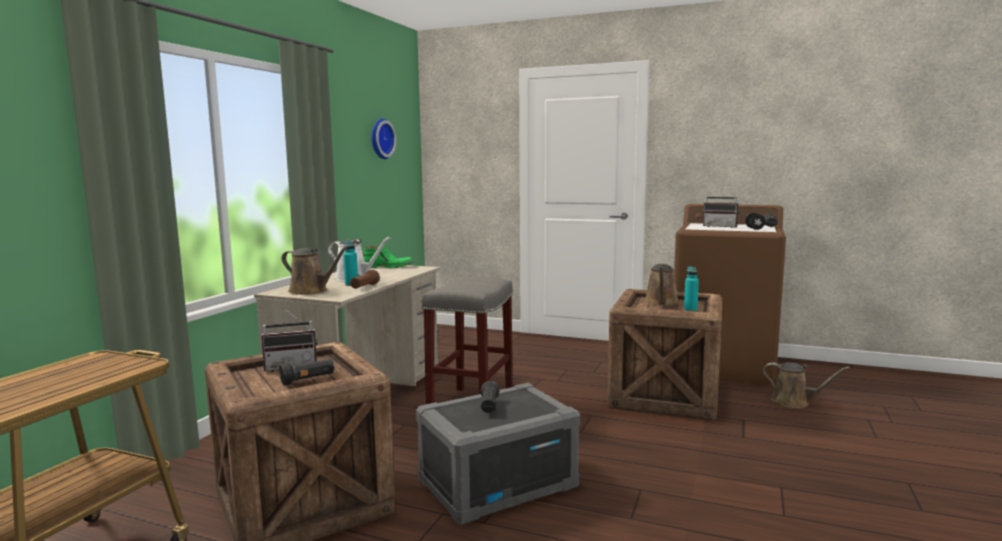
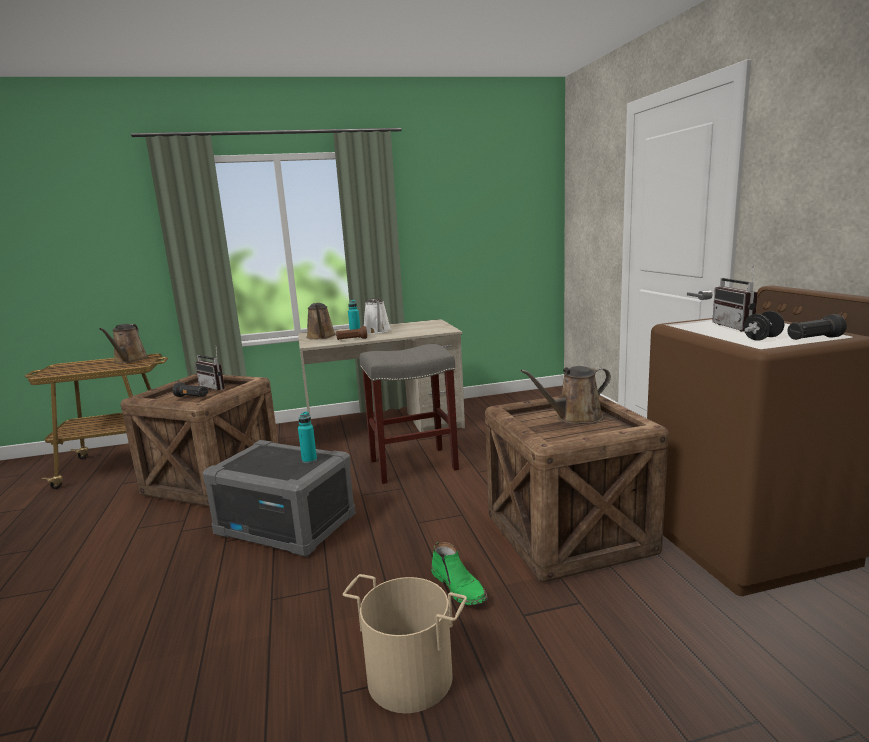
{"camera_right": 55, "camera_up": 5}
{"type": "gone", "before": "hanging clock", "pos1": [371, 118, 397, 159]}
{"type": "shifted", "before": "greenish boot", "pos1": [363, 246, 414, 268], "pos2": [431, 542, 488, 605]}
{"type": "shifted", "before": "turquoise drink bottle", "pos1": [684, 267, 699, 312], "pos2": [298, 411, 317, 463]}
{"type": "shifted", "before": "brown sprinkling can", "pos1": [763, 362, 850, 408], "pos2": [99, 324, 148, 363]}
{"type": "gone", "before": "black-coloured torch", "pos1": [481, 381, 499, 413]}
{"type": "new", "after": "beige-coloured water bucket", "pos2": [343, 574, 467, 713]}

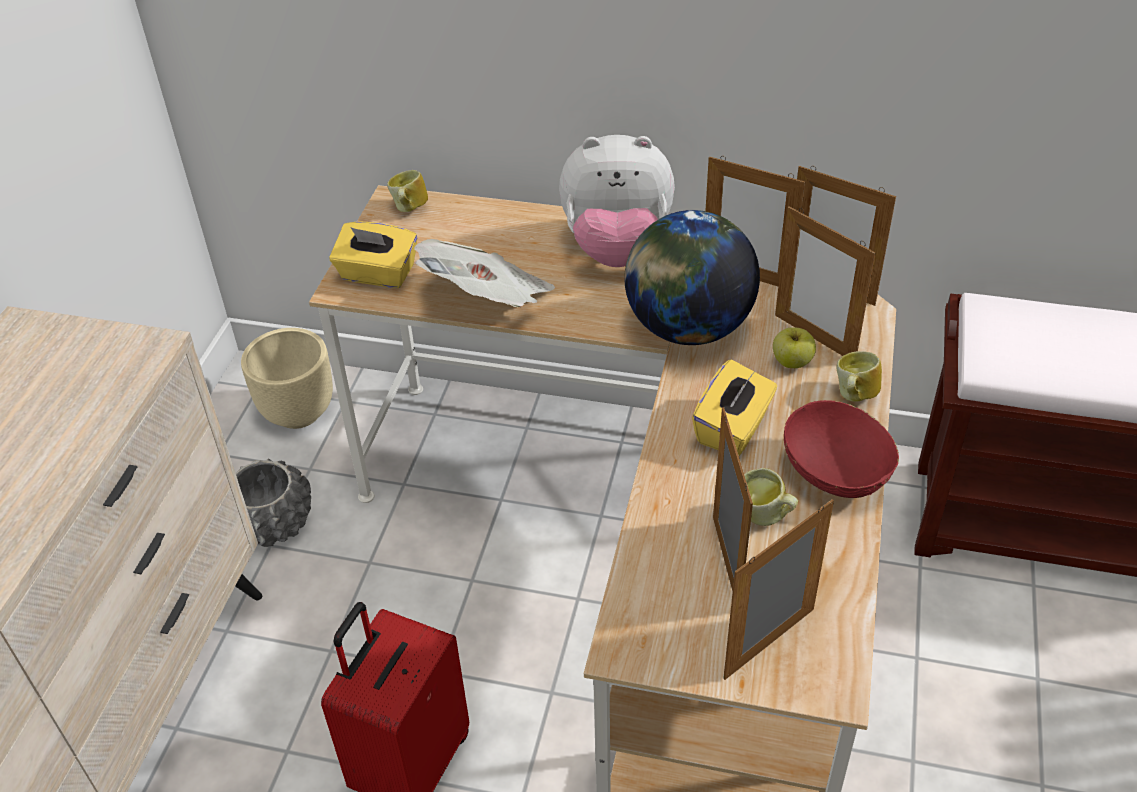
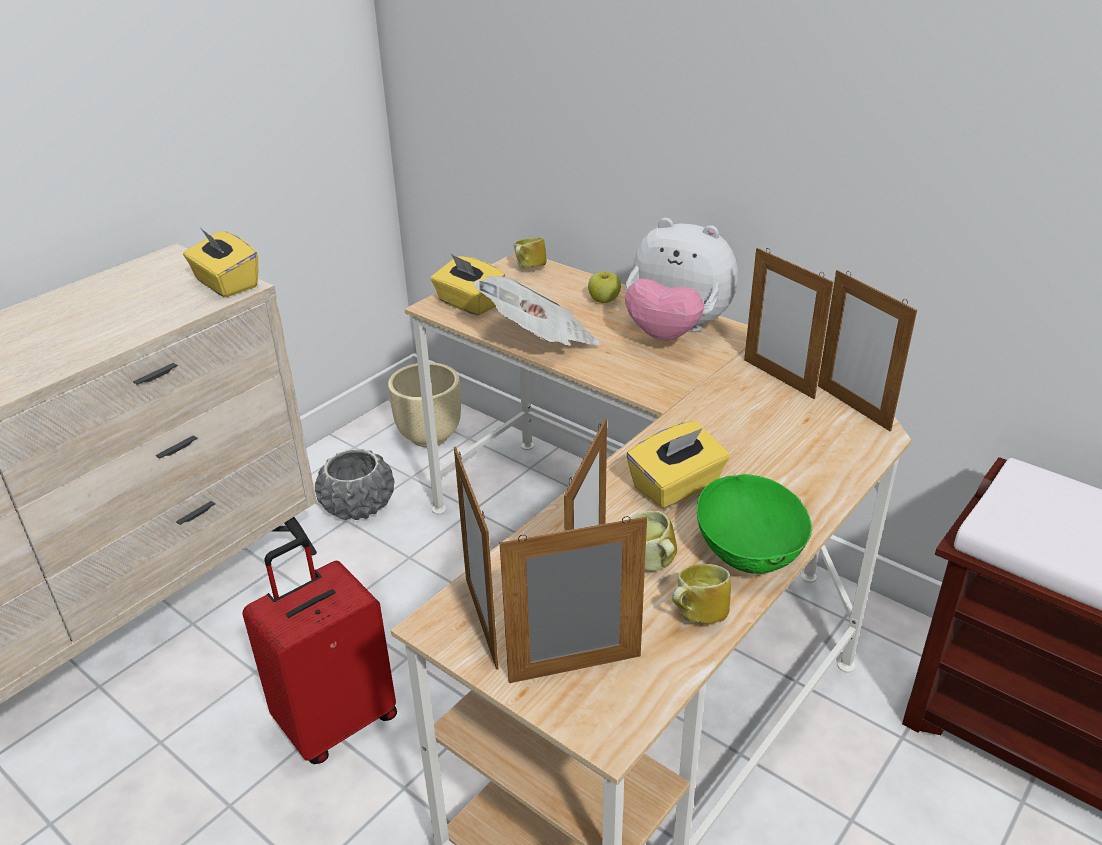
{"camera_right": 25, "camera_up": -10}
{"type": "shifted", "before": "photo frame", "pos1": [775, 206, 876, 356], "pos2": [454, 447, 498, 670]}
{"type": "gone", "before": "desk globe", "pos1": [624, 210, 760, 345]}
{"type": "shifted", "before": "apple fruit", "pos1": [773, 327, 816, 368], "pos2": [588, 271, 621, 303]}
{"type": "shifted", "before": "coffee mug", "pos1": [836, 351, 882, 402], "pos2": [672, 564, 731, 623]}
{"type": "repainted", "before": "reddish serving bowl", "after": "greenish serving bowl", "pos1": [784, 400, 899, 498], "pos2": [697, 474, 813, 574]}
{"type": "new", "after": "yellow tissue box", "pos2": [183, 230, 258, 297]}

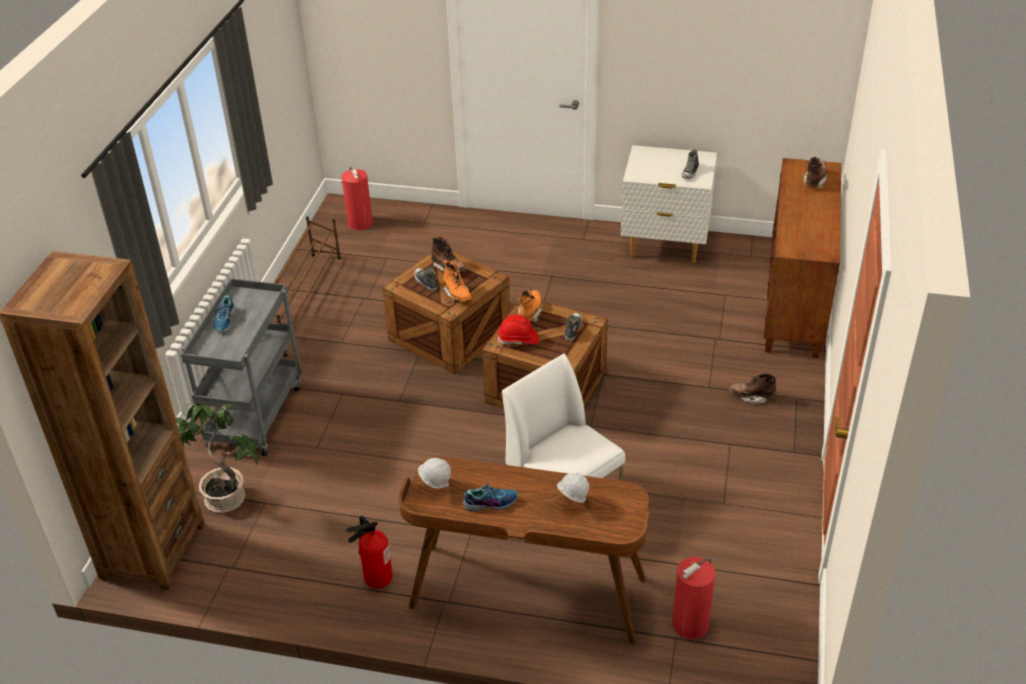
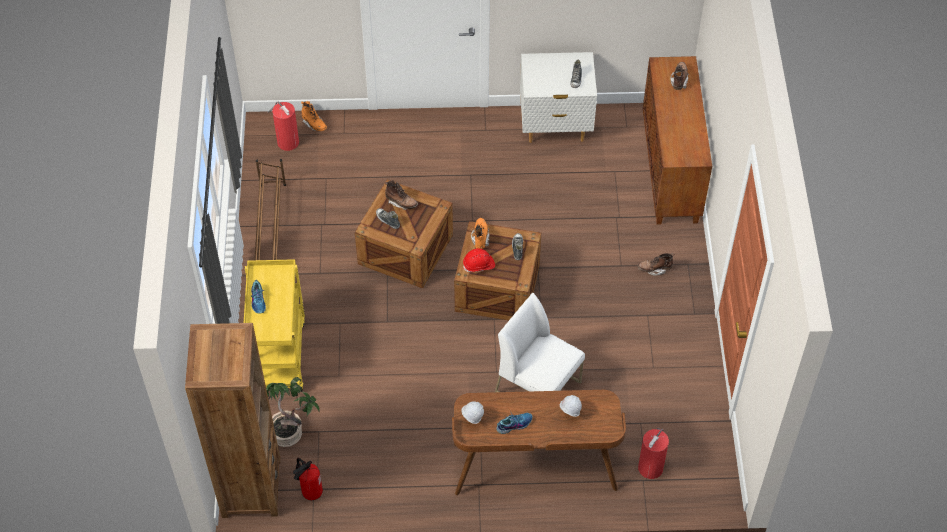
{"camera_right": -15, "camera_up": 15}
{"type": "shifted", "before": "orange-coloured boot", "pos1": [442, 260, 472, 301], "pos2": [301, 101, 327, 131]}
{"type": "repainted", "before": "greyish wheeled cart", "after": "yellow wheeled cart", "pos1": [181, 278, 301, 456], "pos2": [244, 259, 305, 392]}
{"type": "shifted", "before": "fire-fighting cylinder", "pos1": [347, 516, 393, 588], "pos2": [293, 458, 323, 500]}

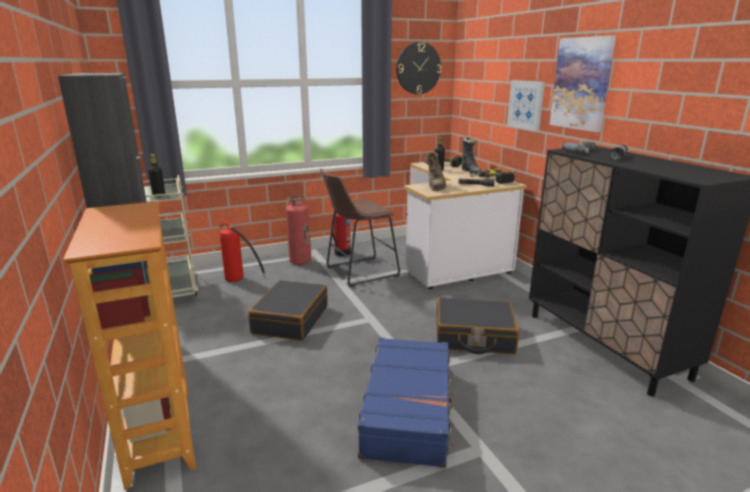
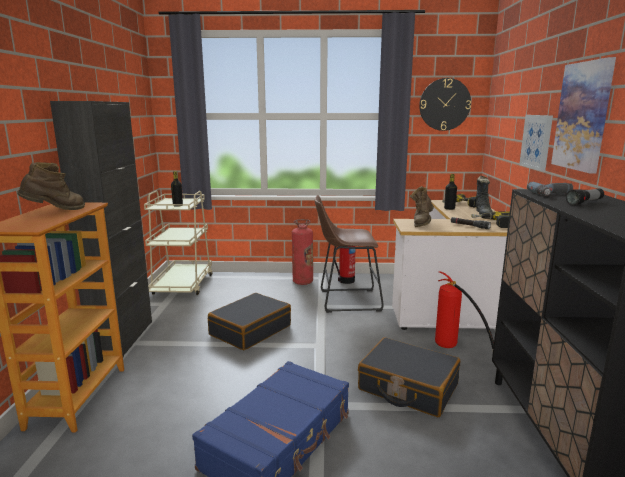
{"camera_right": 25, "camera_up": -5}
{"type": "shifted", "before": "fire-fighting cylinder", "pos1": [218, 219, 267, 282], "pos2": [435, 271, 494, 351]}
{"type": "new", "after": "brown boot", "pos2": [17, 162, 85, 210]}

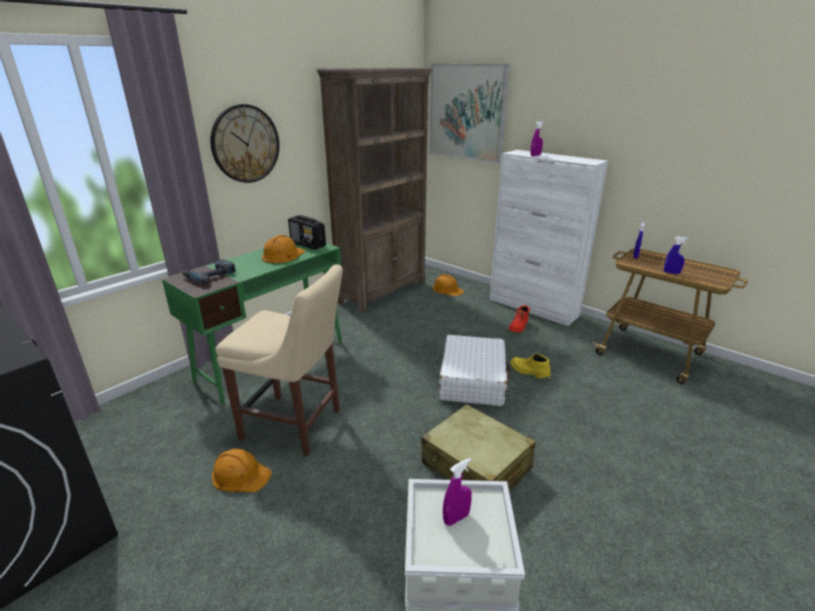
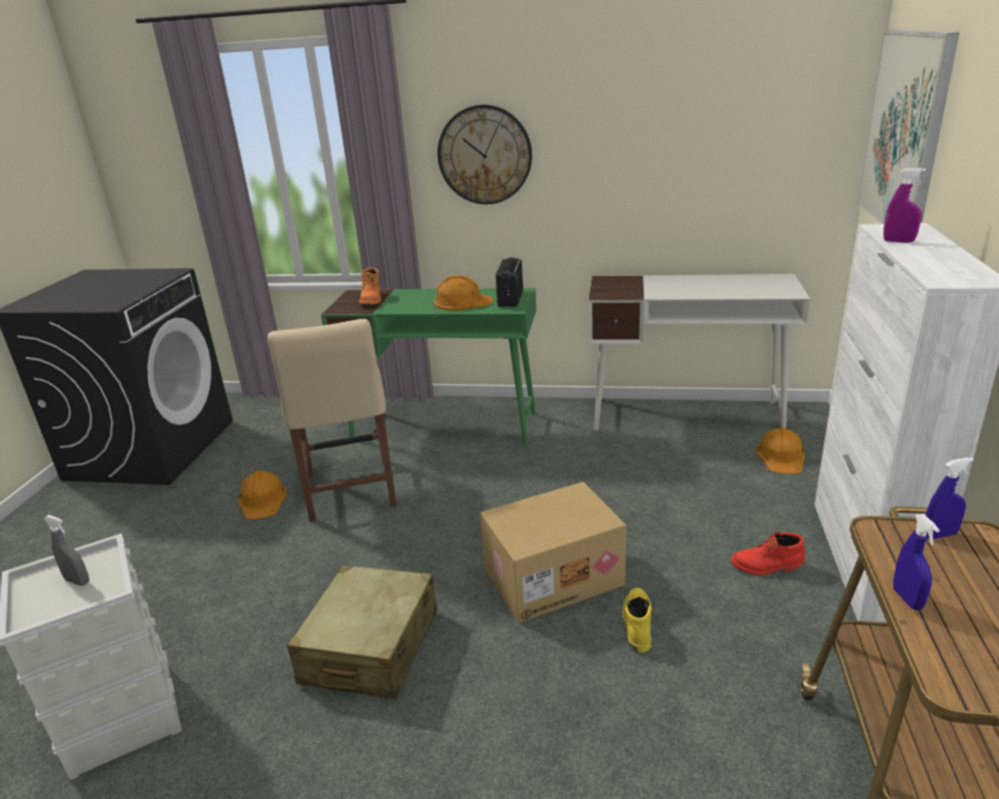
{"camera_right": 60, "camera_up": 0}
{"type": "swapped", "before": "brown bookcase", "after": "white desk", "pos1": [317, 68, 433, 314], "pos2": [588, 274, 810, 430]}
{"type": "swapped", "before": "drill", "after": "orange-coloured boot", "pos1": [182, 259, 236, 284], "pos2": [359, 267, 381, 304]}
{"type": "swapped", "before": "white travel case", "after": "carton", "pos1": [439, 335, 510, 406], "pos2": [480, 482, 626, 623]}
{"type": "repainted", "before": "purple-coloured spray bottle", "after": "greyish spray bottle", "pos1": [443, 458, 472, 526], "pos2": [44, 515, 89, 586]}

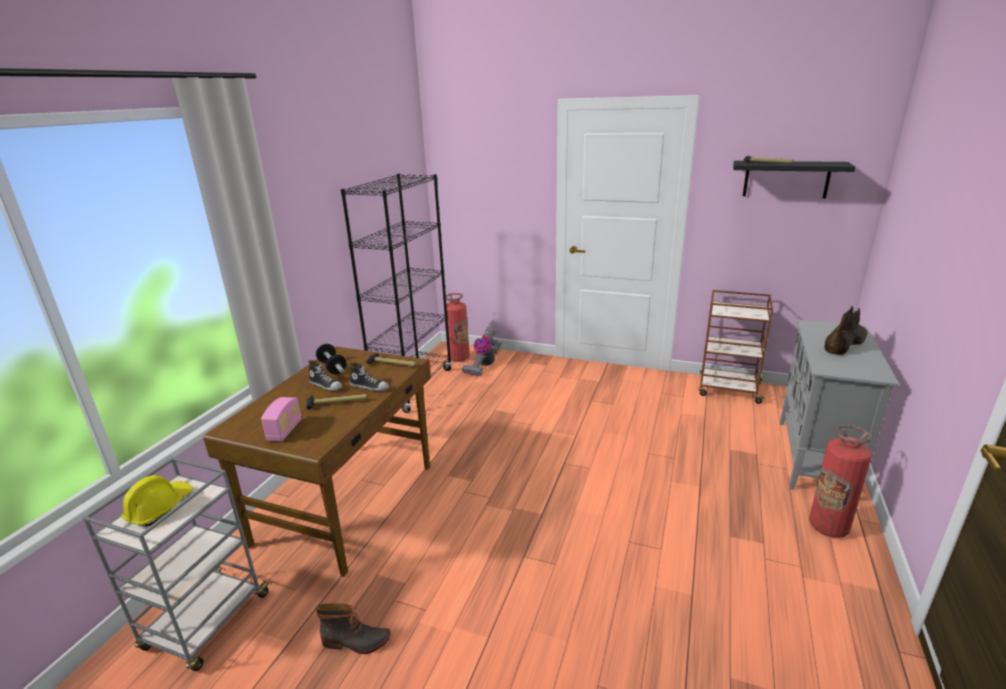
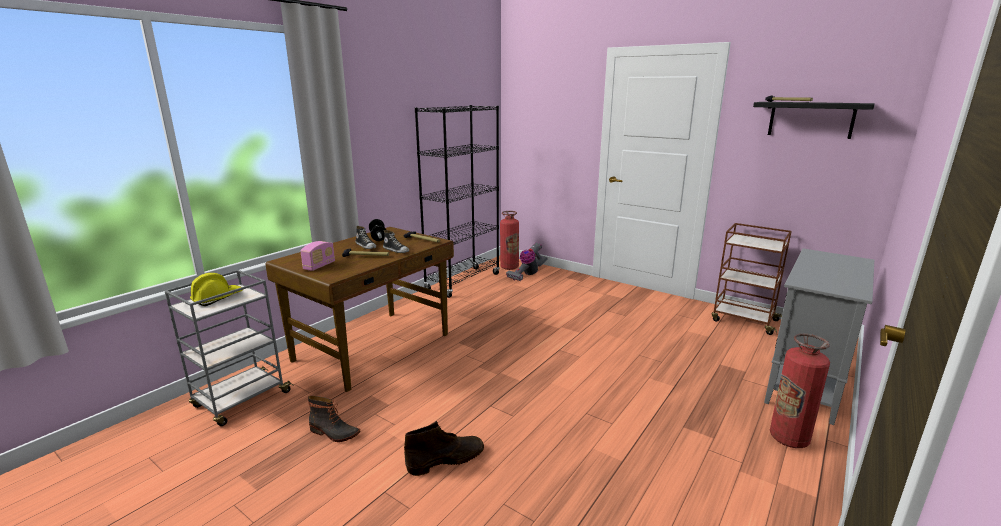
{"camera_right": 15, "camera_up": -5}
{"type": "shifted", "before": "brown boot", "pos1": [824, 306, 867, 355], "pos2": [404, 421, 484, 476]}

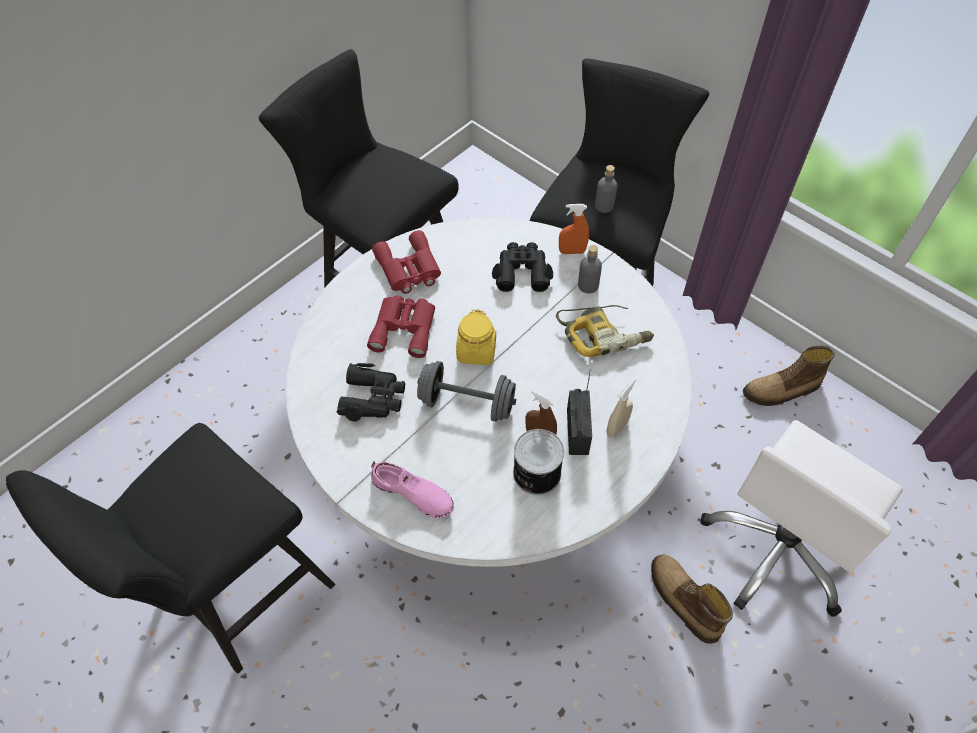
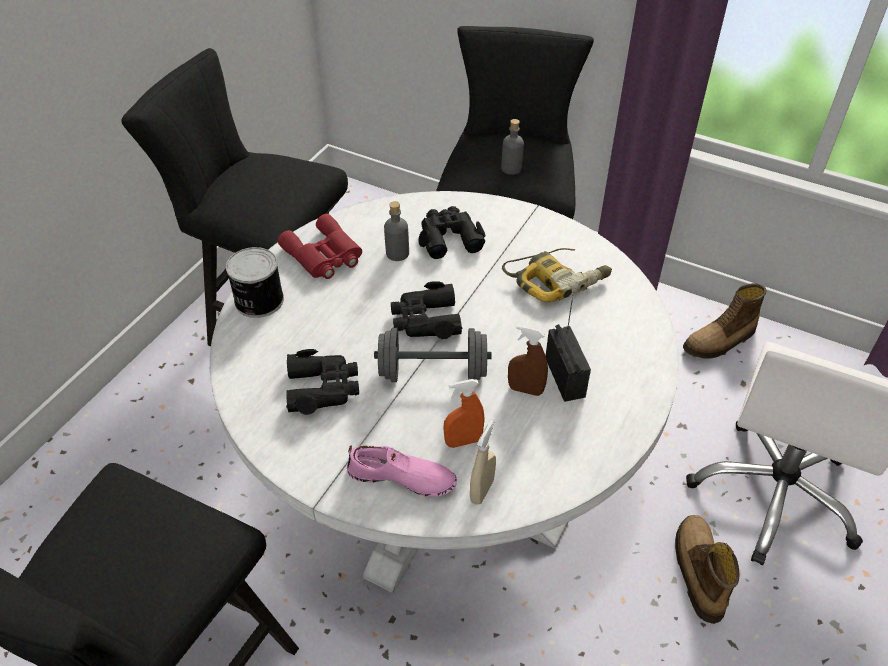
{"camera_right": -15, "camera_up": -10}
{"type": "shifted", "before": "orange-coloured spray bottle", "pos1": [559, 204, 589, 254], "pos2": [443, 379, 485, 448]}
{"type": "shifted", "before": "greyish drink bottle", "pos1": [578, 245, 602, 294], "pos2": [384, 201, 409, 261]}
{"type": "gone", "before": "reddish field glasses", "pos1": [367, 295, 435, 358]}
{"type": "swapped", "before": "yellow jar", "after": "black-coloured field glasses", "pos1": [456, 310, 496, 365], "pos2": [391, 281, 462, 339]}
{"type": "shifted", "before": "beige-coloured spray bottle", "pos1": [606, 379, 636, 438], "pos2": [470, 420, 496, 505]}
{"type": "shifted", "before": "sealed can", "pos1": [513, 429, 564, 495], "pos2": [226, 247, 284, 318]}
{"type": "rotated", "before": "boot", "pos1": [651, 554, 733, 644], "pos2": [675, 515, 739, 624], "turn": 45}

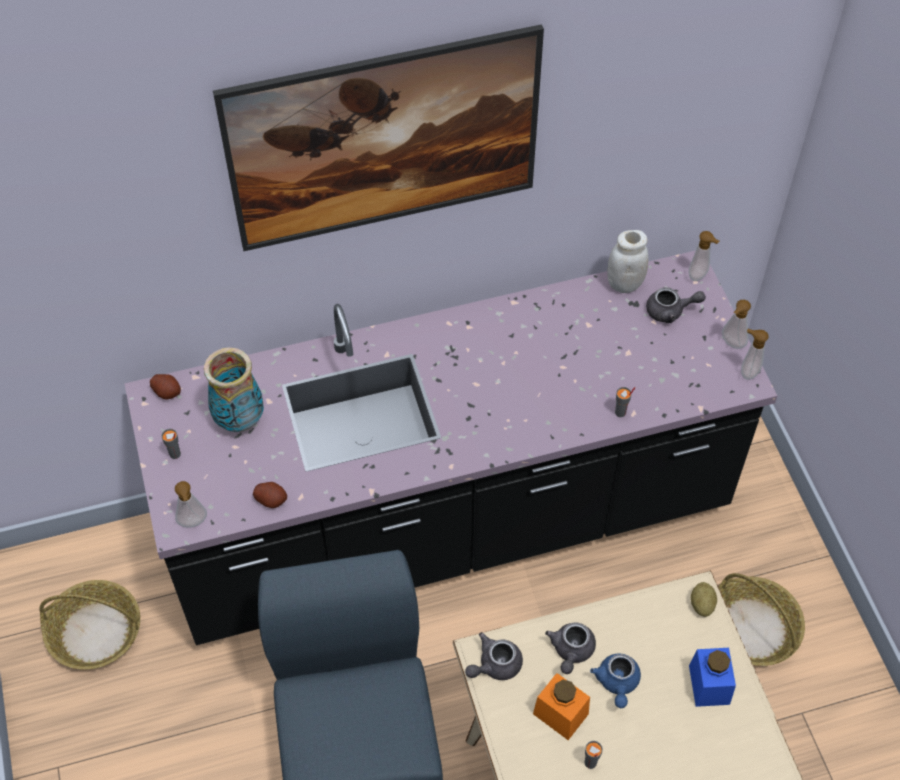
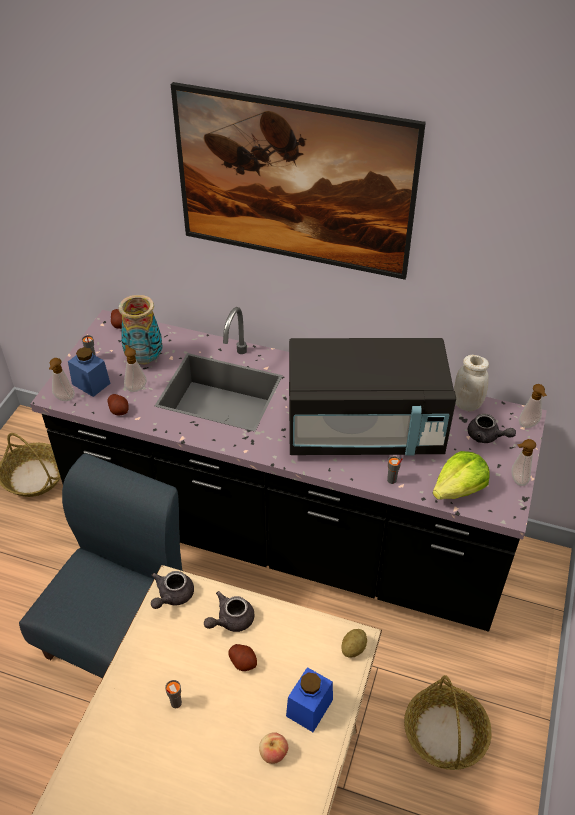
{"camera_right": 35, "camera_up": -10}
{"type": "shifted", "before": "soap dispenser", "pos1": [741, 329, 769, 380], "pos2": [124, 345, 147, 392]}
{"type": "rotated", "before": "greyish pot for tea", "pos1": [465, 632, 523, 680], "pos2": [151, 571, 194, 609], "turn": -60}
{"type": "swapped", "before": "blue pot for tea", "after": "whole potato", "pos1": [590, 654, 641, 708], "pos2": [228, 644, 257, 671]}
{"type": "gone", "before": "orange-coloured jar", "pos1": [533, 673, 590, 740]}
{"type": "new", "after": "black-coloured kitchen microwave", "pos2": [289, 338, 456, 456]}
{"type": "new", "after": "blue jar", "pos2": [68, 347, 111, 397]}
{"type": "new", "after": "lettuce", "pos2": [433, 451, 490, 499]}
{"type": "new", "after": "apple fruit", "pos2": [259, 732, 288, 764]}

